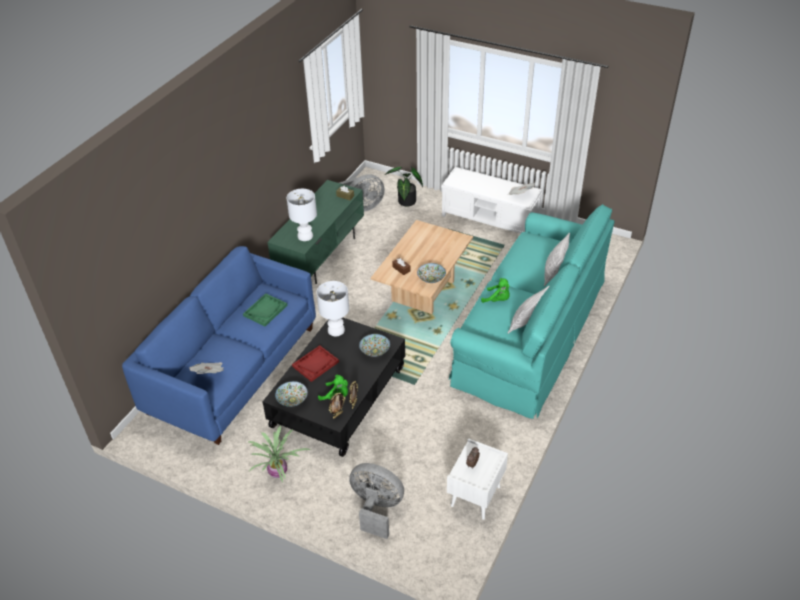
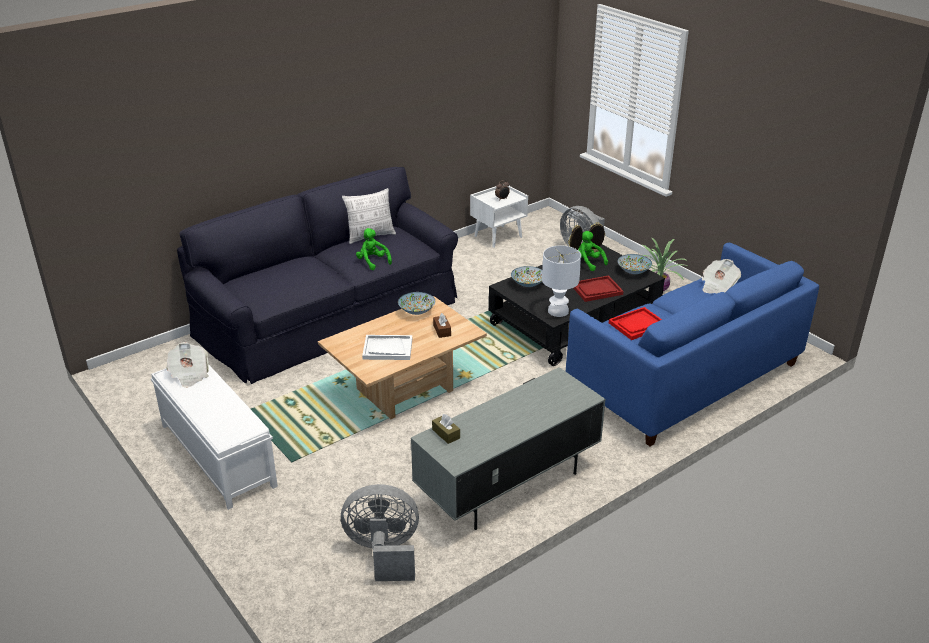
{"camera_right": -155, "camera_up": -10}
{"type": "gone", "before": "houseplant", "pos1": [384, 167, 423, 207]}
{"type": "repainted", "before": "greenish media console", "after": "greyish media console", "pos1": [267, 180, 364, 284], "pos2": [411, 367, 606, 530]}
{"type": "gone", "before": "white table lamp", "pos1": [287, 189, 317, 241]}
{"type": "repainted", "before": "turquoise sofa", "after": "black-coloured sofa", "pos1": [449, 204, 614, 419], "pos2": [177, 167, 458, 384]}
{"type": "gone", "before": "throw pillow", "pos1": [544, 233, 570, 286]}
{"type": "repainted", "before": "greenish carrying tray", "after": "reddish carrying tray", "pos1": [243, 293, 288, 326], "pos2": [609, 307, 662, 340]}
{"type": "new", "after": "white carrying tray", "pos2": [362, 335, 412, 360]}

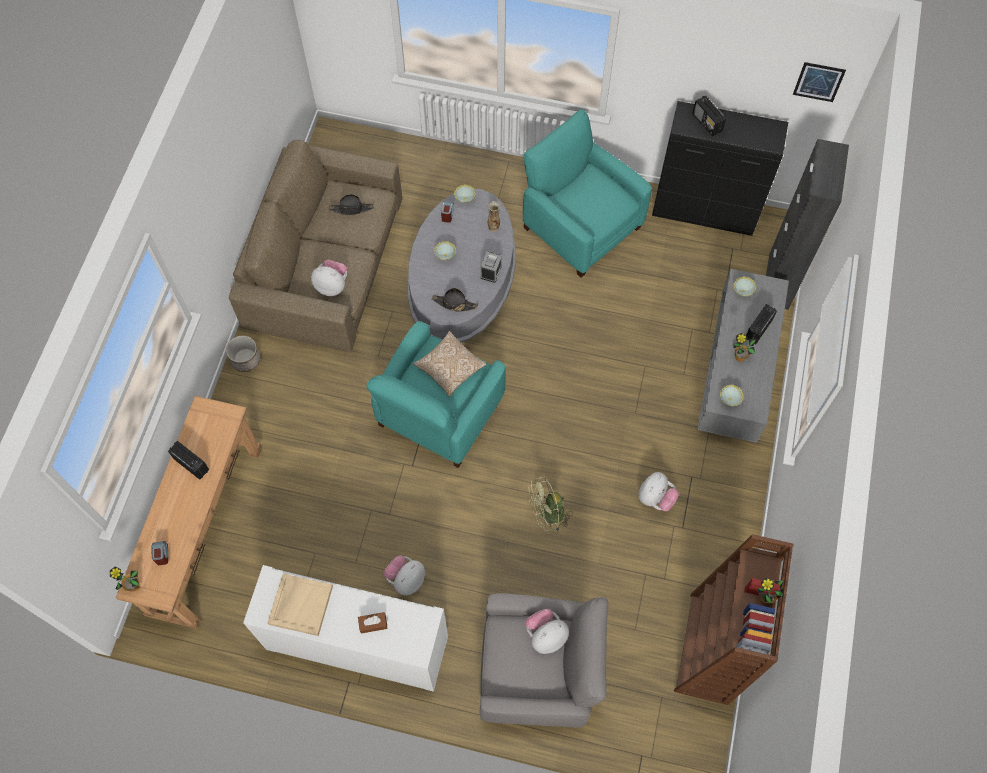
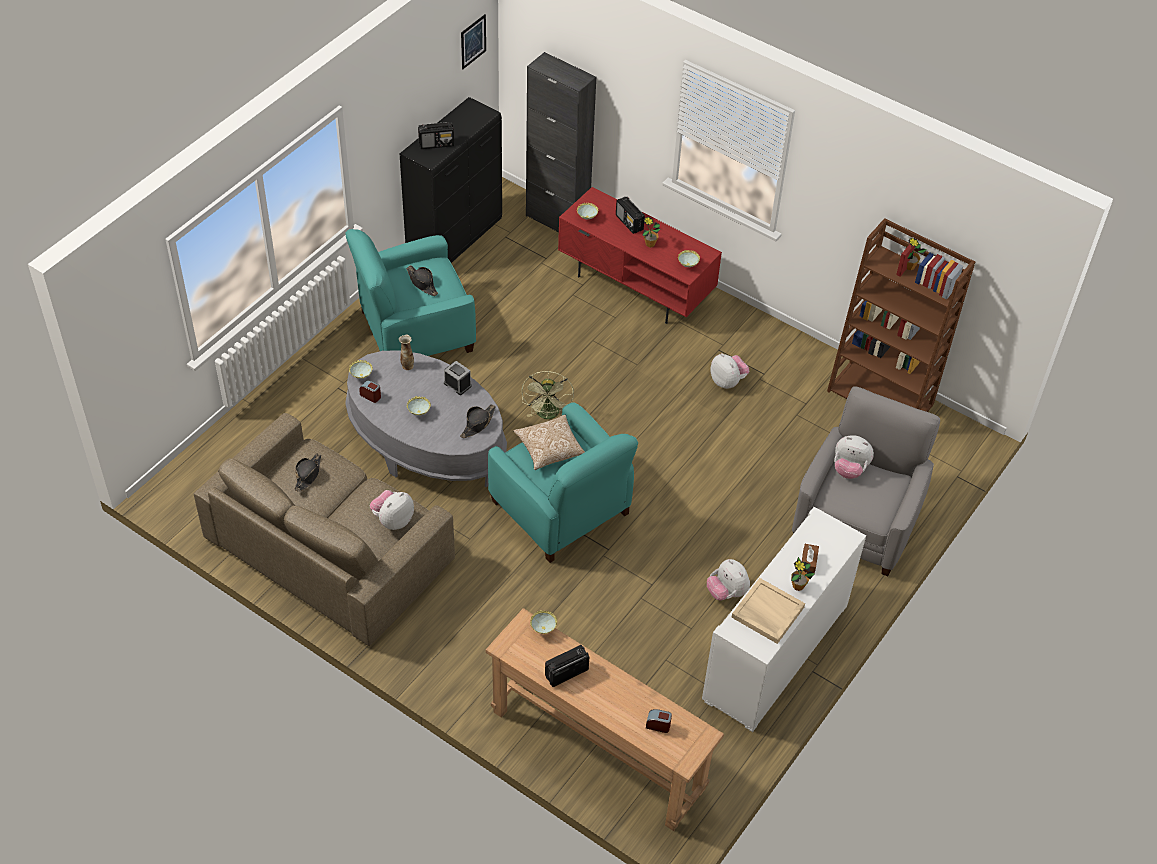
{"camera_right": -70, "camera_up": -15}
{"type": "repainted", "before": "greyish media console", "after": "reddish media console", "pos1": [697, 269, 789, 443], "pos2": [558, 187, 722, 324]}
{"type": "gone", "before": "flower pot", "pos1": [226, 336, 260, 372]}
{"type": "shifted", "before": "greenish electric fan", "pos1": [529, 477, 573, 531], "pos2": [521, 371, 574, 419]}
{"type": "shifted", "before": "houseplant", "pos1": [110, 567, 140, 591], "pos2": [791, 557, 814, 591]}
{"type": "rotated", "before": "soft toy", "pos1": [525, 609, 569, 654], "pos2": [834, 435, 874, 479], "turn": -60}
{"type": "new", "after": "black-coloured clothing hat", "pos2": [406, 265, 438, 296]}
{"type": "new", "after": "serving bowl", "pos2": [530, 610, 557, 634]}

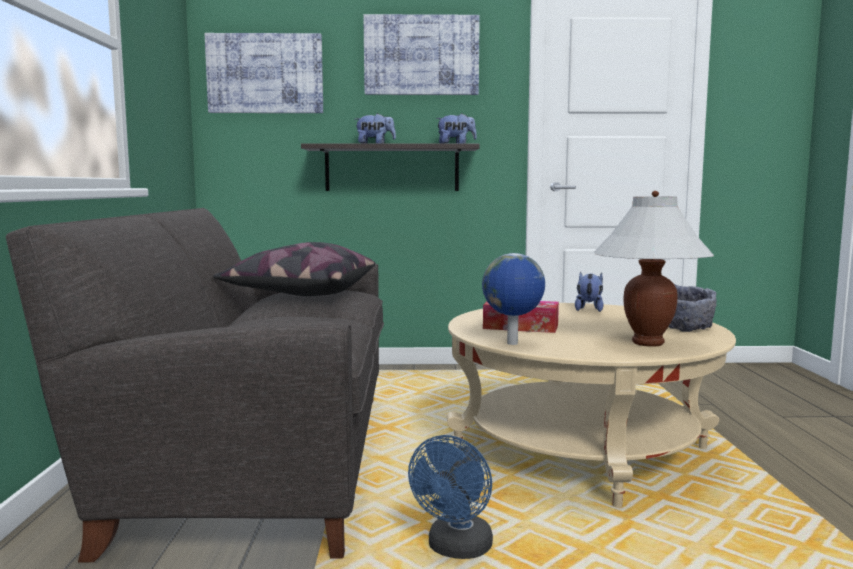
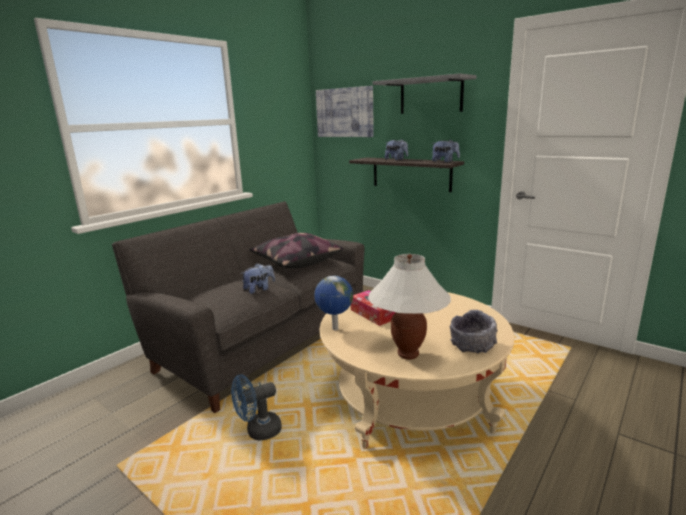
{"camera_right": 40, "camera_up": 10}
{"type": "swapped", "before": "wall art", "after": "greyish wall shelf", "pos1": [363, 14, 480, 95], "pos2": [373, 73, 476, 114]}
{"type": "shifted", "before": "soft toy", "pos1": [575, 271, 603, 312], "pos2": [241, 263, 275, 294]}

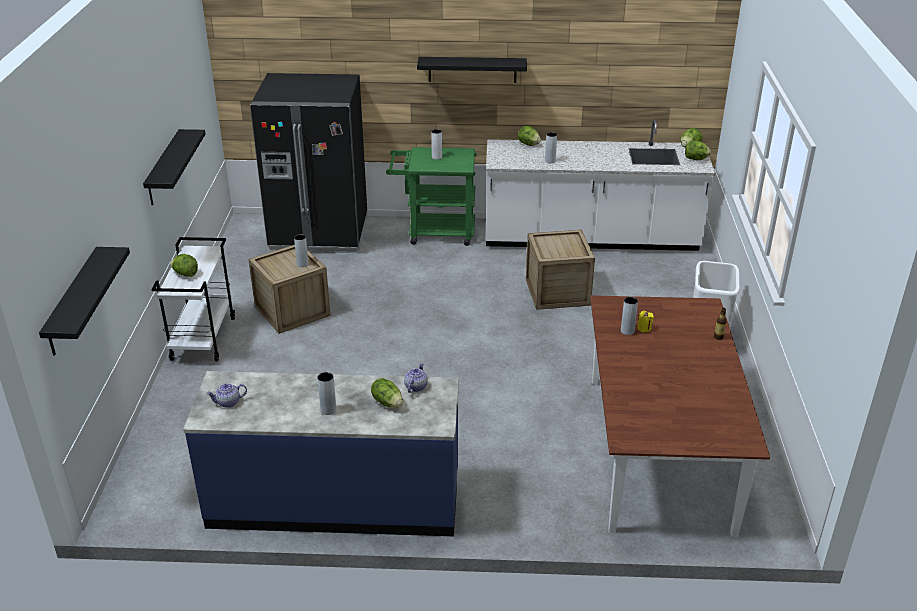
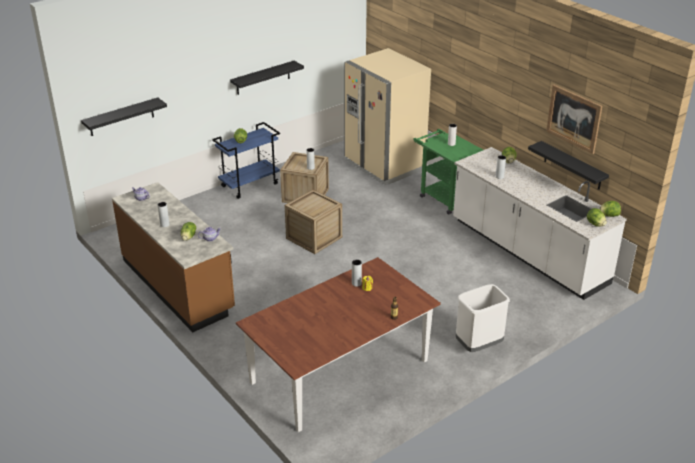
{"camera_right": 50, "camera_up": 0}
{"type": "shifted", "before": "black-coloured wall shelf", "pos1": [417, 57, 527, 83], "pos2": [528, 141, 609, 190]}
{"type": "repainted", "before": "black-coloured kitchen fridge", "after": "beige-coloured kitchen fridge", "pos1": [250, 73, 368, 253], "pos2": [344, 48, 431, 185]}
{"type": "shifted", "before": "shipping crate", "pos1": [526, 230, 595, 310], "pos2": [285, 190, 342, 254]}
{"type": "repainted", "before": "white wheeled cart", "after": "blue wheeled cart", "pos1": [151, 237, 235, 362], "pos2": [212, 122, 280, 199]}
{"type": "repainted", "before": "blue kitchen counter", "after": "brown kitchen counter", "pos1": [183, 371, 459, 536], "pos2": [112, 182, 235, 332]}
{"type": "new", "after": "wall art", "pos2": [546, 85, 602, 154]}

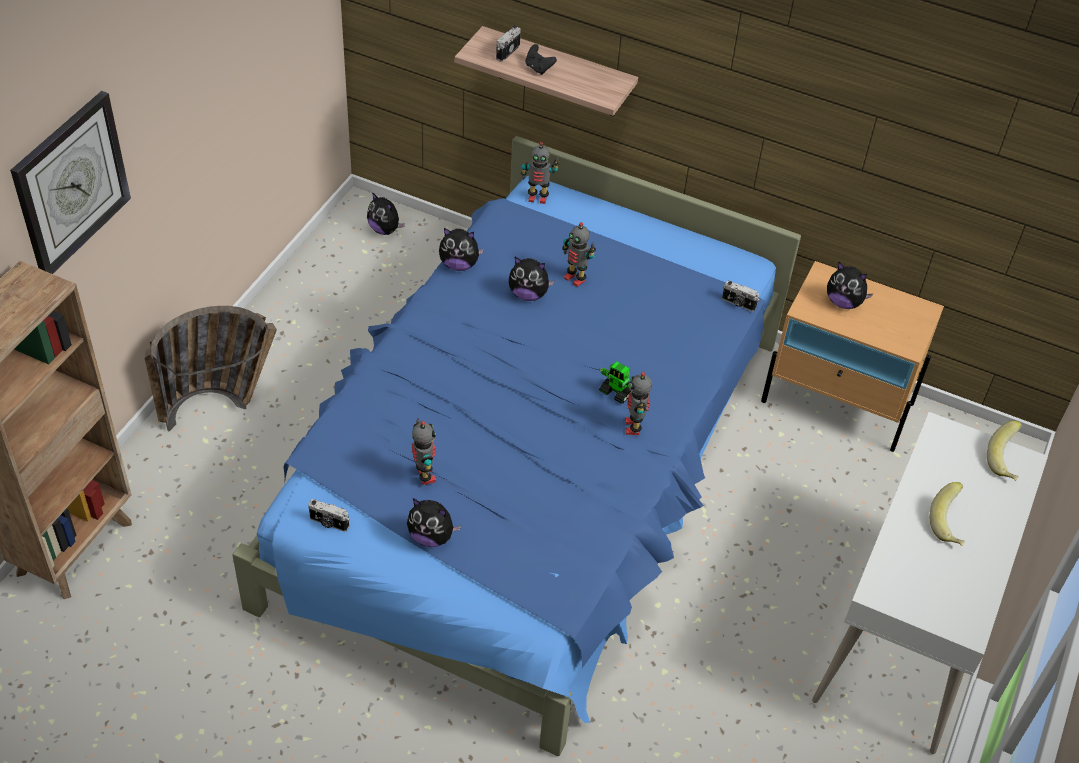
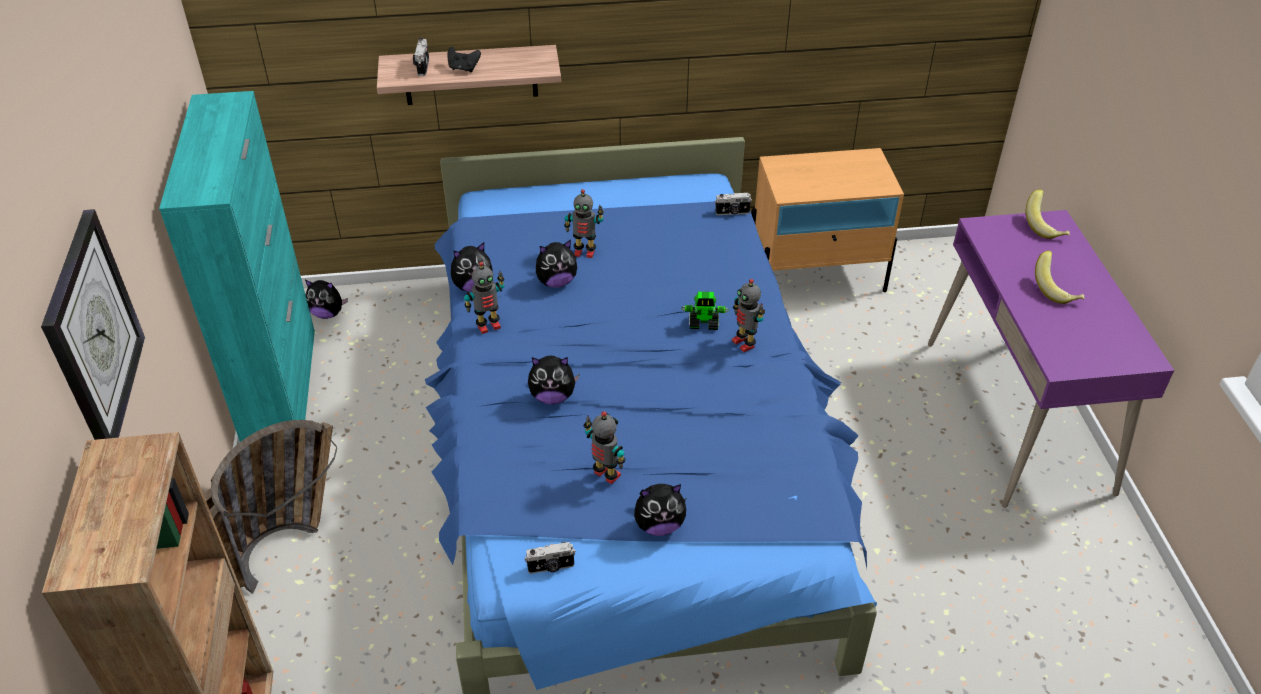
{"camera_right": -30, "camera_up": -5}
{"type": "shifted", "before": "model robot", "pos1": [521, 142, 559, 204], "pos2": [464, 262, 505, 334]}
{"type": "shifted", "before": "soft toy", "pos1": [827, 262, 873, 309], "pos2": [528, 356, 580, 404]}
{"type": "repainted", "before": "white desk", "after": "purple-coloured desk", "pos1": [812, 412, 1048, 754], "pos2": [928, 210, 1174, 508]}
{"type": "new", "after": "turquoise storage cabinet", "pos2": [159, 91, 315, 442]}

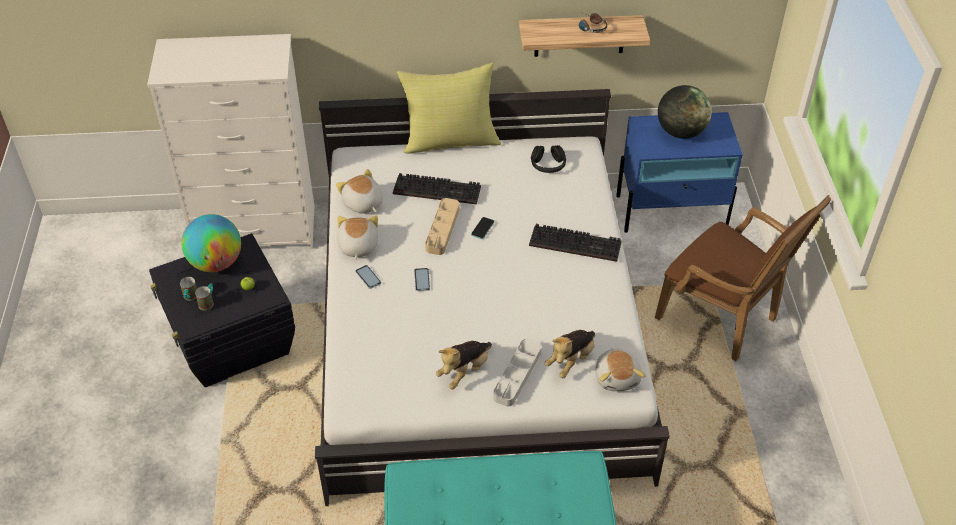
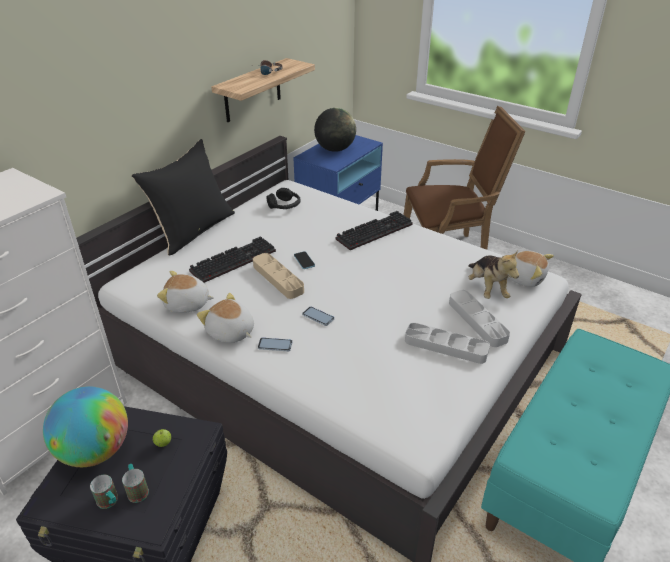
{"camera_right": -50, "camera_up": -10}
{"type": "repainted", "before": "yellow throw pillow", "after": "black-coloured throw pillow", "pos1": [397, 63, 501, 154], "pos2": [132, 139, 235, 256]}
{"type": "swapped", "before": "soft toy", "after": "greyish carrying tray", "pos1": [436, 341, 492, 389], "pos2": [405, 323, 490, 364]}

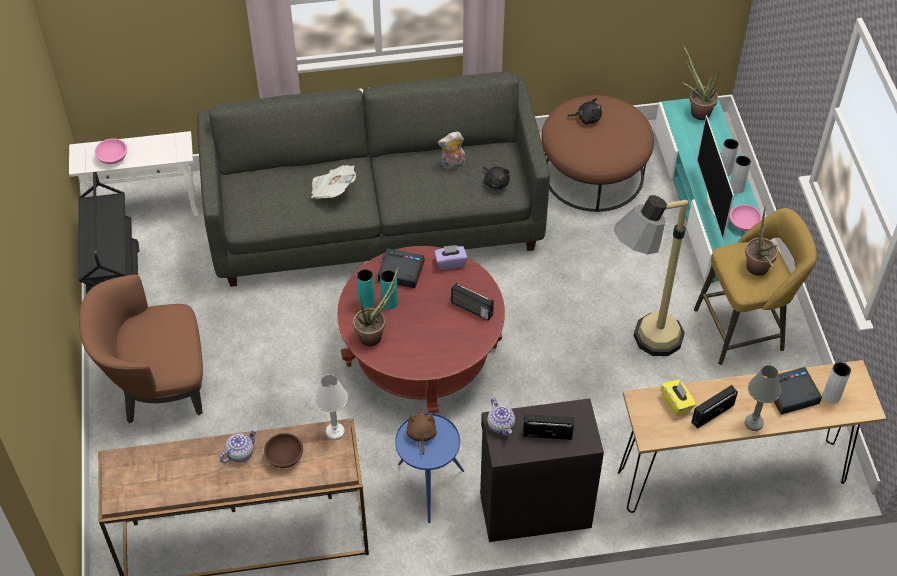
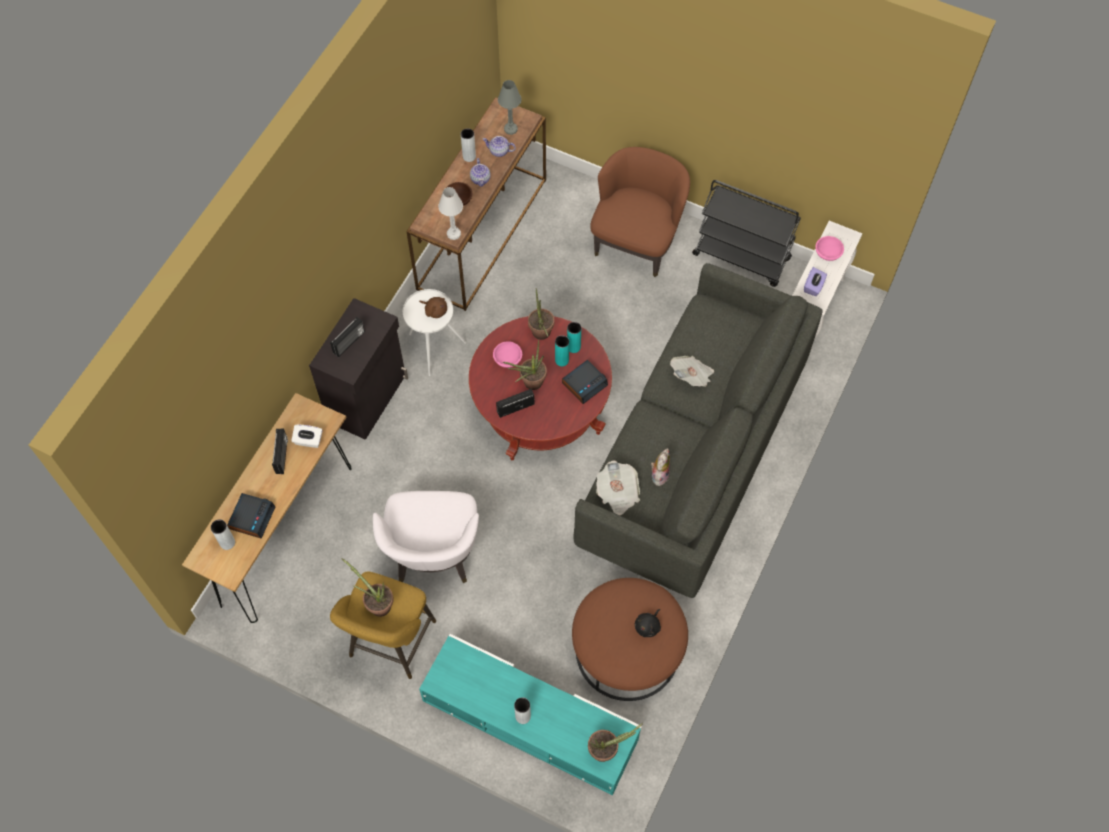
{"camera_right": 125, "camera_up": 10}
{"type": "gone", "before": "TV", "pos1": [697, 115, 734, 239]}
{"type": "shifted", "before": "greyish flower vase", "pos1": [730, 155, 751, 194], "pos2": [461, 128, 476, 162]}
{"type": "swapped", "before": "black-coloured soft toy", "after": "daily paper", "pos1": [484, 167, 510, 190], "pos2": [596, 460, 640, 515]}
{"type": "swapped", "before": "standard lamp", "after": "white armchair", "pos1": [613, 195, 688, 356], "pos2": [373, 491, 479, 583]}
{"type": "shifted", "before": "pink serving bowl", "pos1": [730, 204, 762, 231], "pos2": [493, 341, 522, 368]}
{"type": "shifted", "before": "purple-coloured tissue box", "pos1": [434, 245, 467, 270], "pos2": [804, 267, 827, 296]}
{"type": "shifted", "before": "greyish table lamp", "pos1": [745, 365, 781, 431], "pos2": [498, 80, 522, 135]}
{"type": "repainted", "before": "yellow tissue box", "after": "white tissue box", "pos1": [661, 379, 696, 416], "pos2": [291, 425, 323, 448]}
{"type": "shifted", "before": "pot for tea", "pos1": [487, 398, 515, 436], "pos2": [483, 136, 516, 157]}
{"type": "repainted", "before": "blue end table", "after": "white end table", "pos1": [395, 413, 464, 523], "pos2": [403, 289, 466, 376]}
{"type": "new", "after": "houseplant", "pos2": [503, 340, 547, 390]}

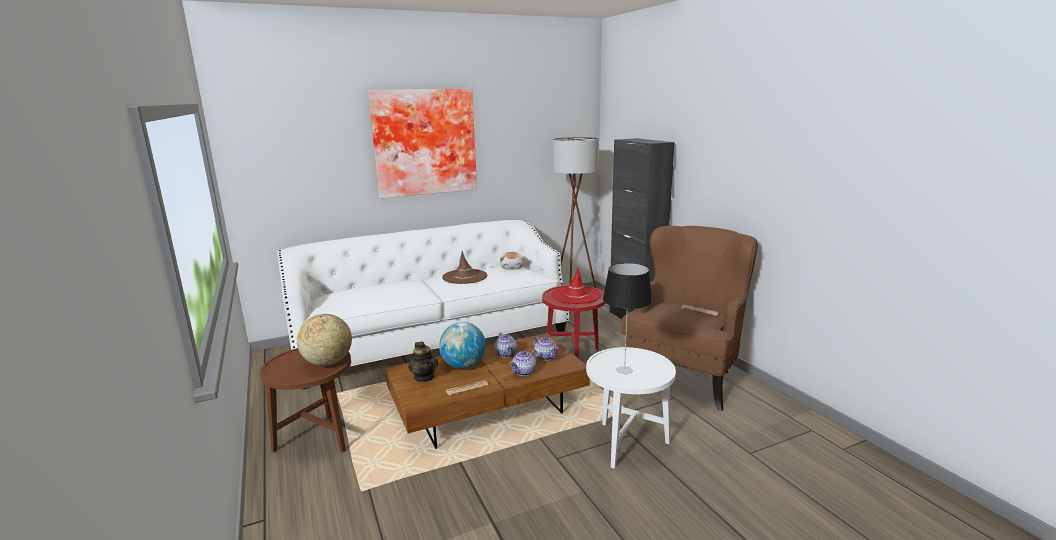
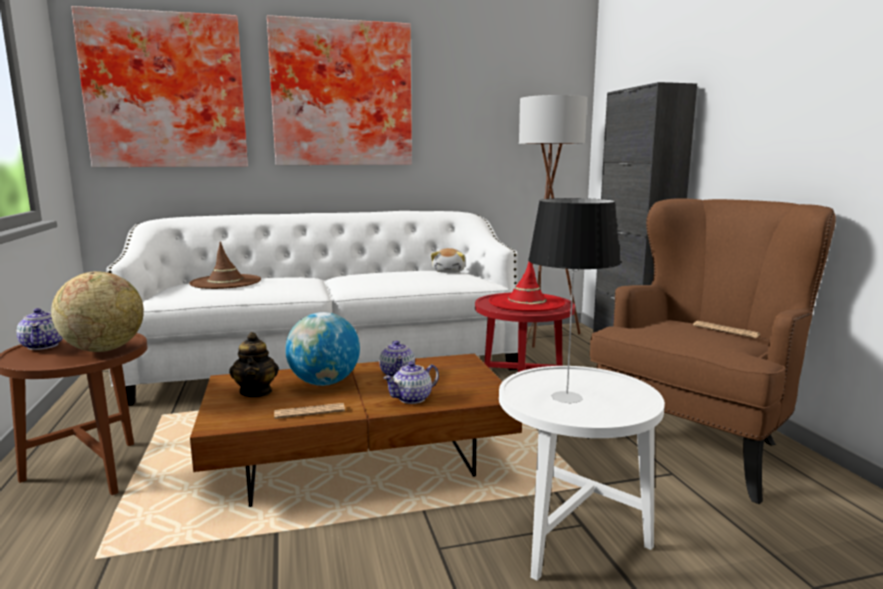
{"camera_right": 10, "camera_up": -5}
{"type": "shifted", "before": "brown clothing hat", "pos1": [442, 251, 487, 284], "pos2": [189, 242, 261, 289]}
{"type": "shifted", "before": "pot for tea", "pos1": [533, 336, 558, 361], "pos2": [16, 308, 63, 350]}
{"type": "new", "after": "wall art", "pos2": [72, 6, 248, 167]}

